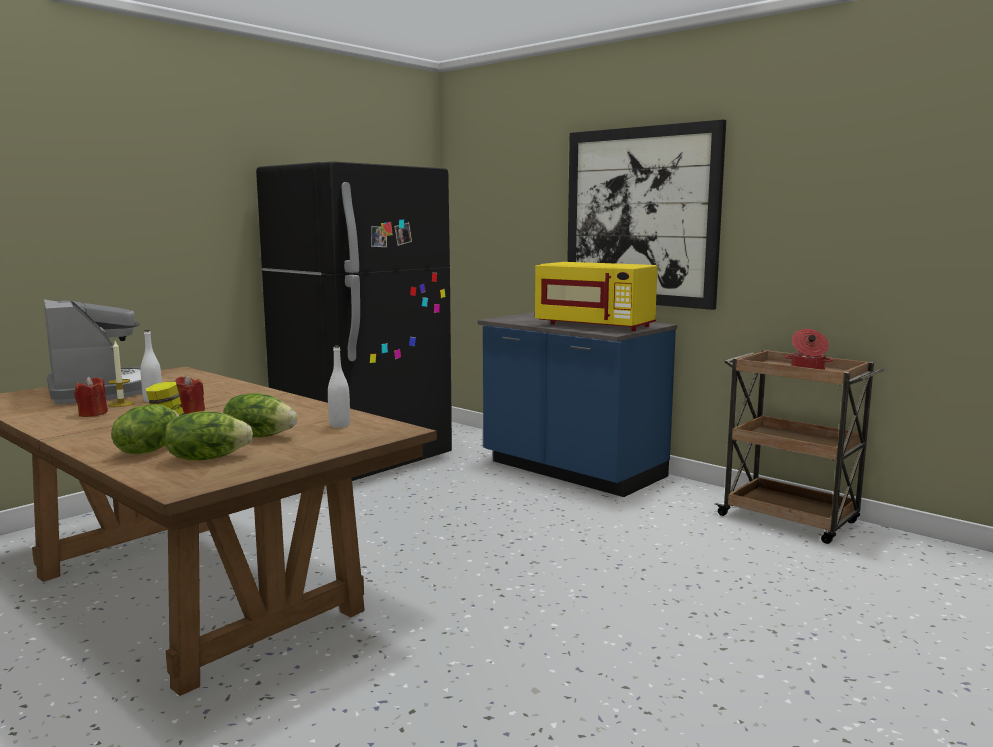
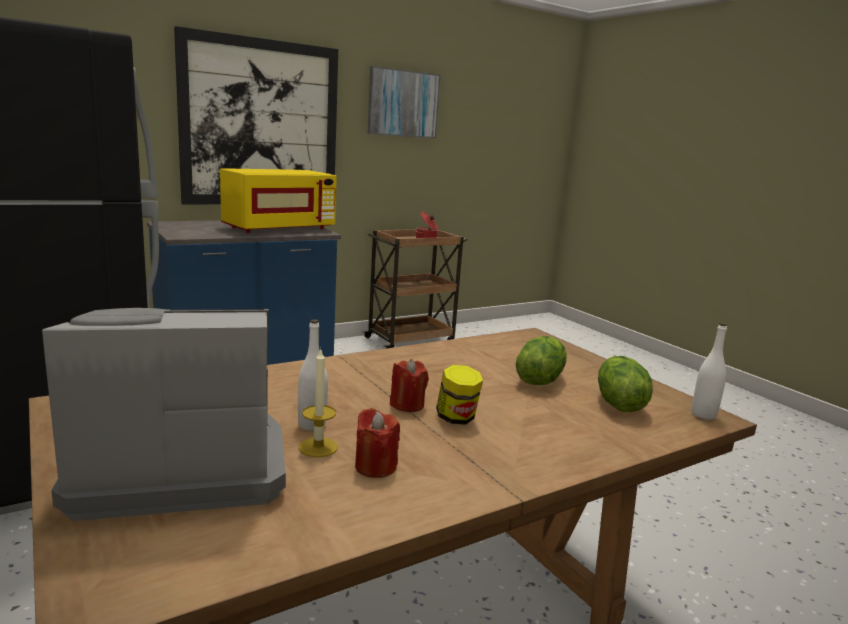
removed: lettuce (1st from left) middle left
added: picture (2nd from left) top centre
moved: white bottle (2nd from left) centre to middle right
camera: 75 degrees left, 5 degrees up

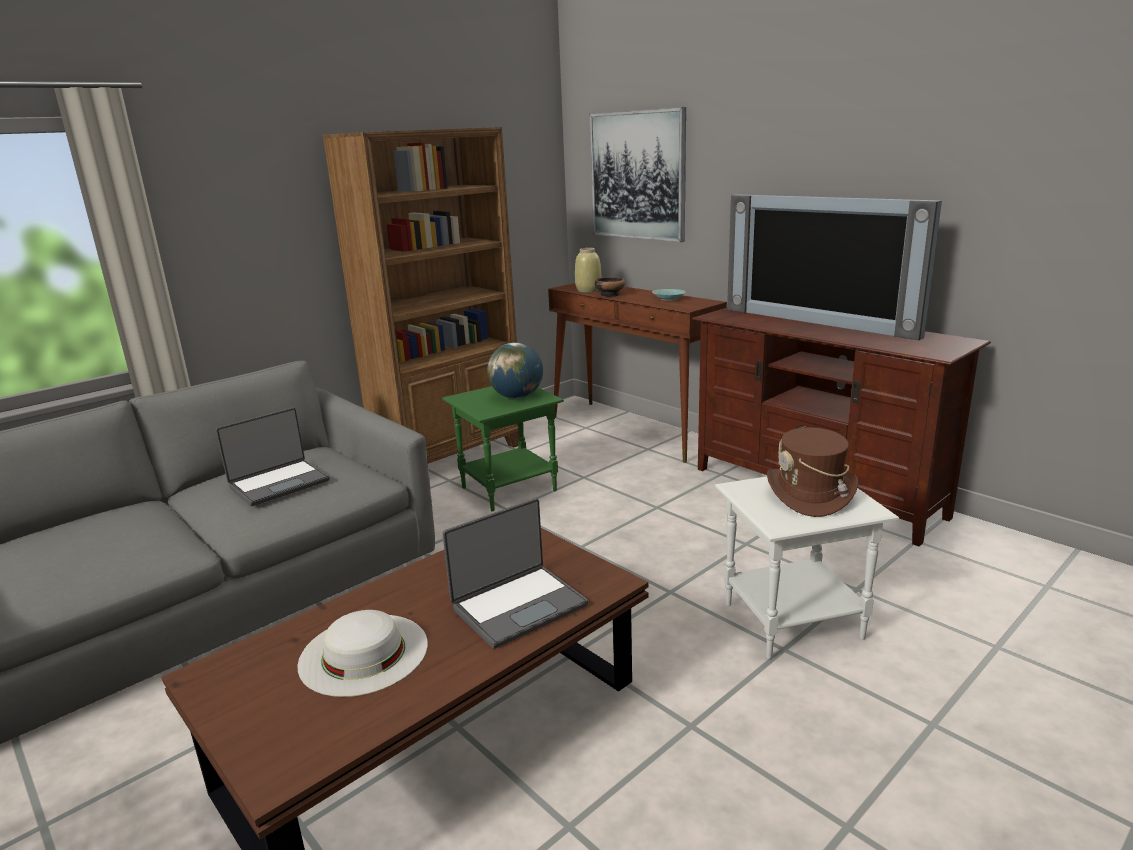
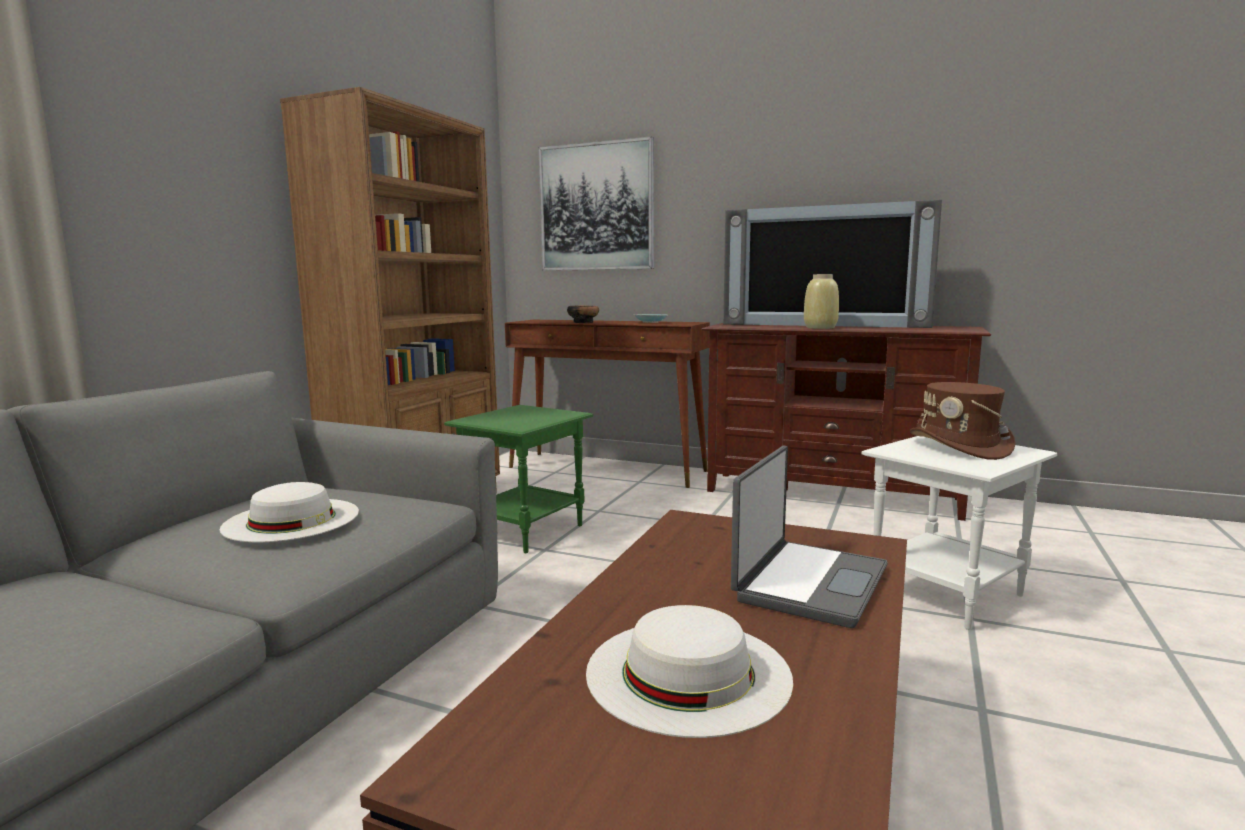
removed: globe centre
moved: beige vase top centre to centre
replaced: laptop (1st from left) middle left to white hat (1st from left) middle left
camera: 25 degrees left, 10 degrees down

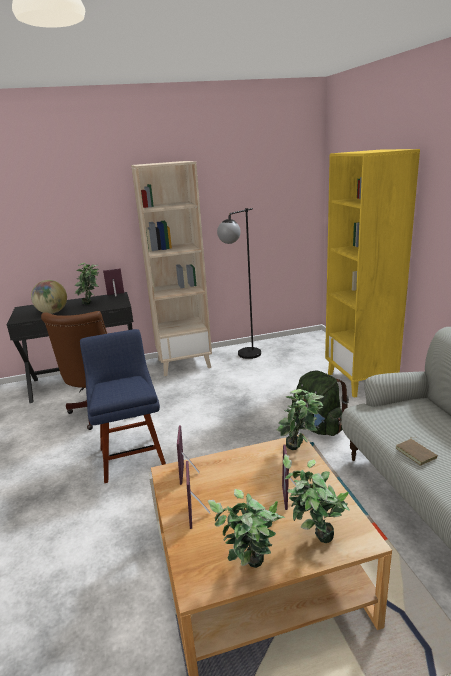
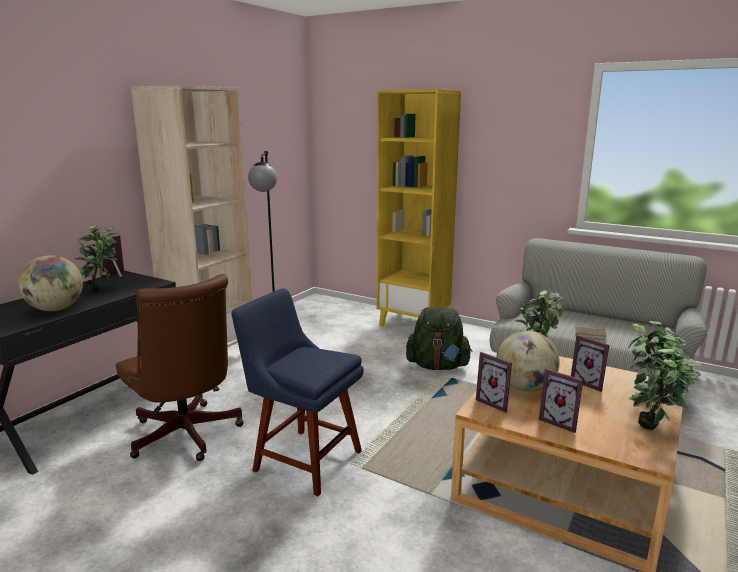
added: globe (2nd from left) middle right
camera: 45 degrees left, 5 degrees down

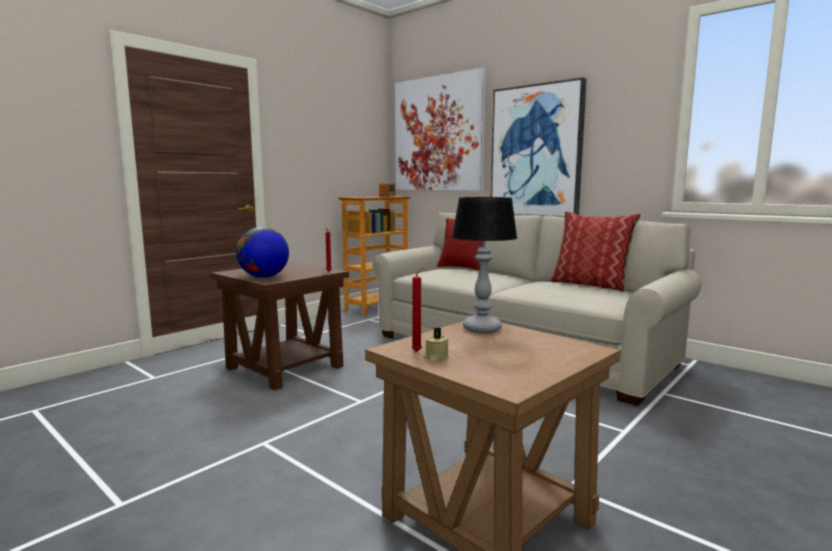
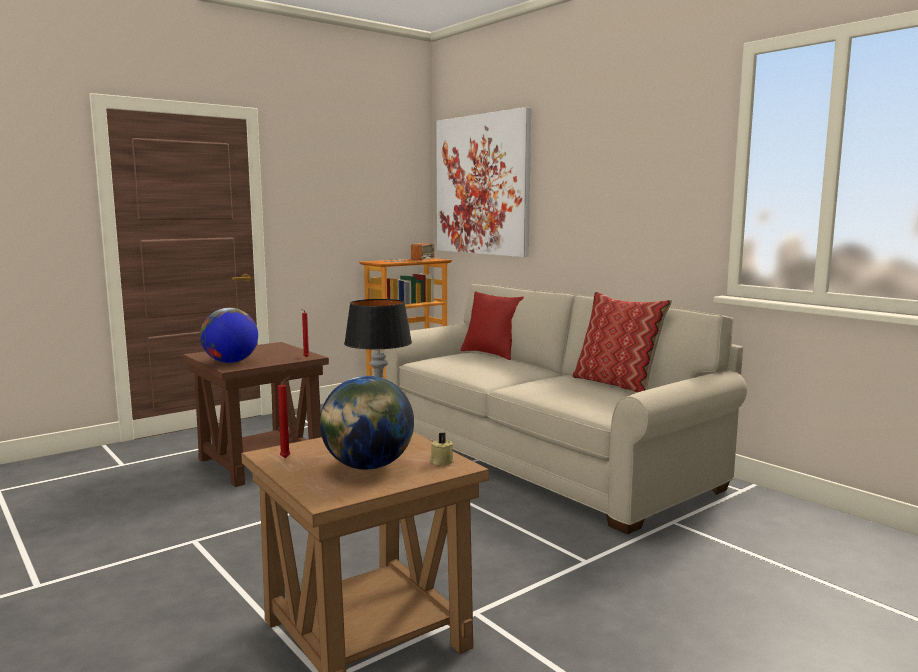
removed: picture (2nd from left) top centre
added: globe (2nd from left) centre
moved: beige candle centre to bottom centre
camera: 10 degrees right, 0 degrees up

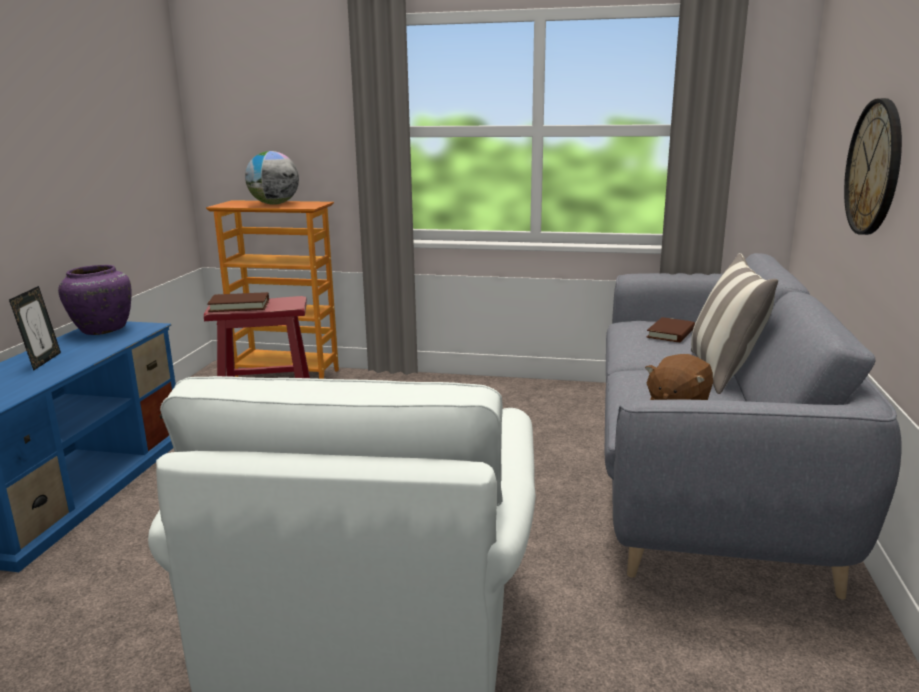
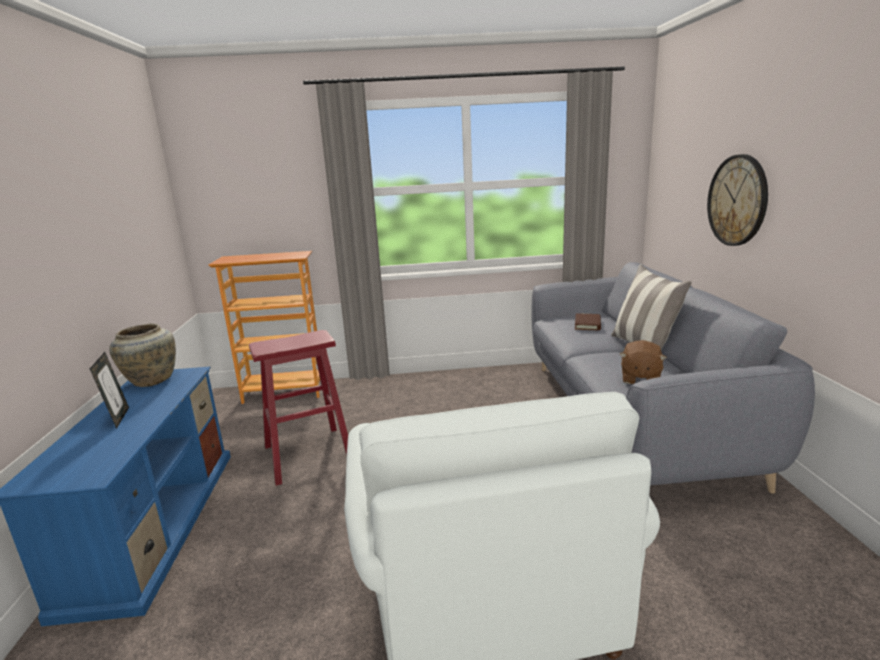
removed: brown book (1st from left) middle left; globe top left
recoloured: purple vase middle left to beige vase middle left
camera: 15 degrees left, 0 degrees up

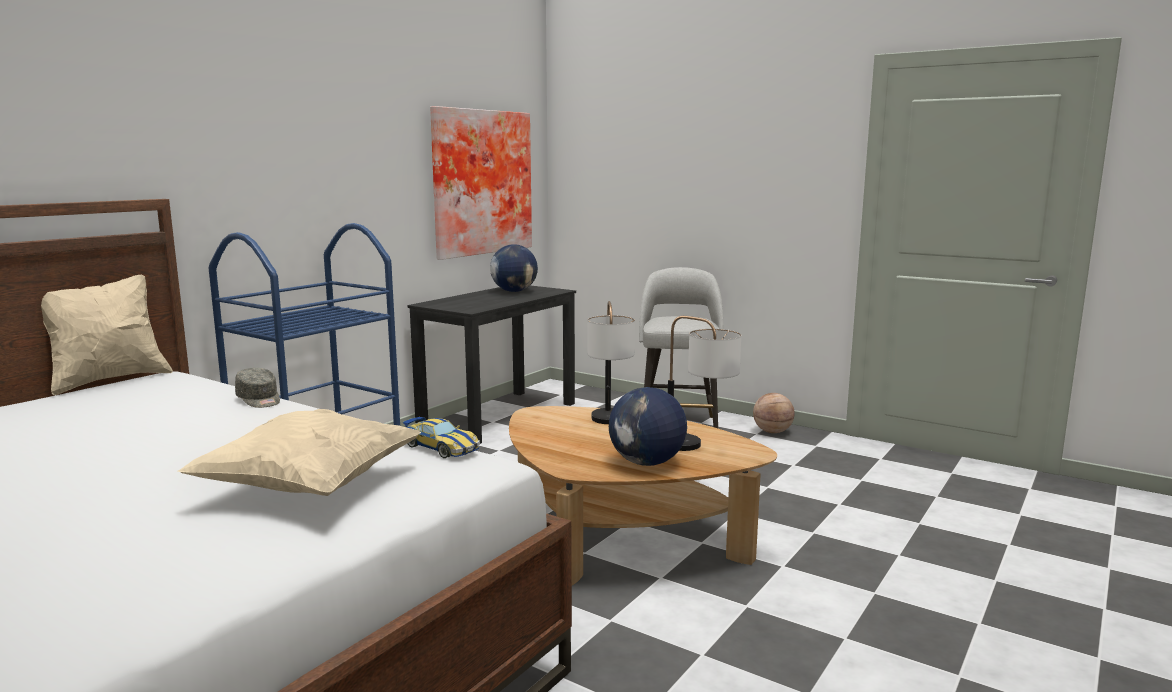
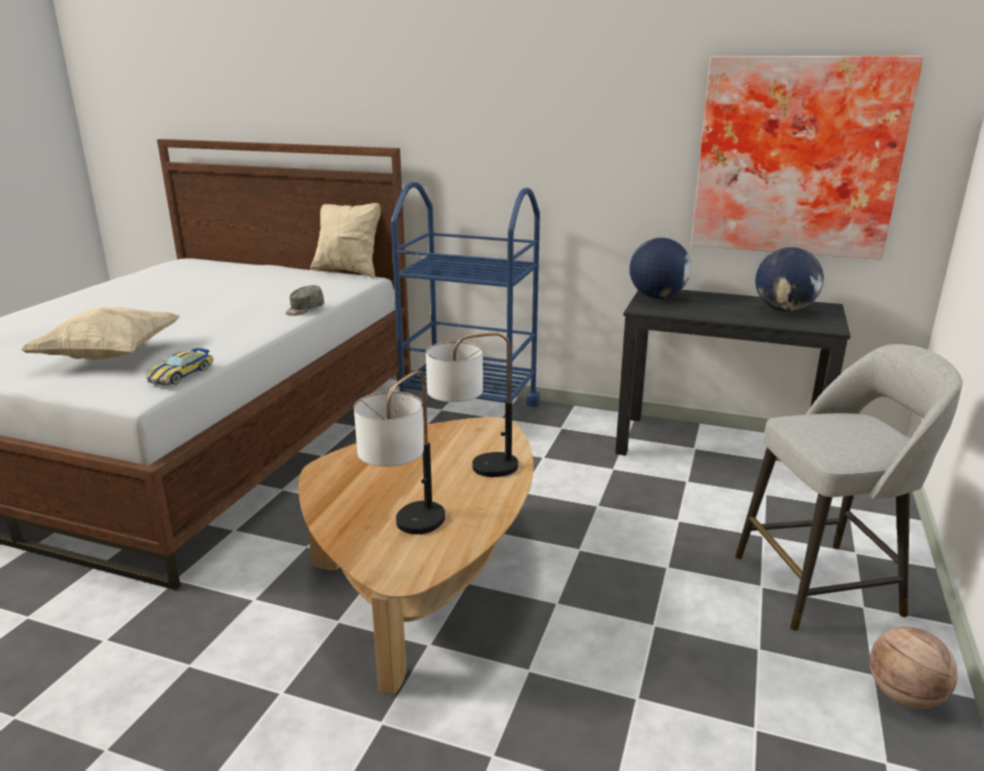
moved: globe (2nd from left in the first image) centre to globe (1st from left) middle right
camera: 75 degrees right, 10 degrees up

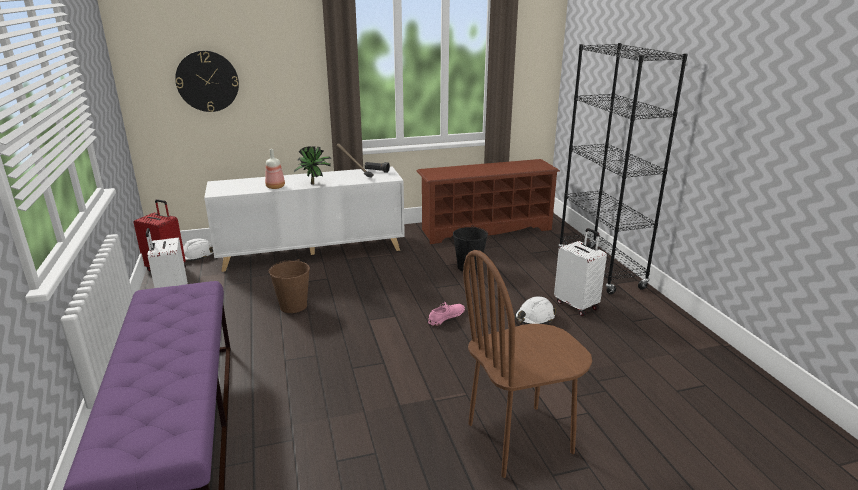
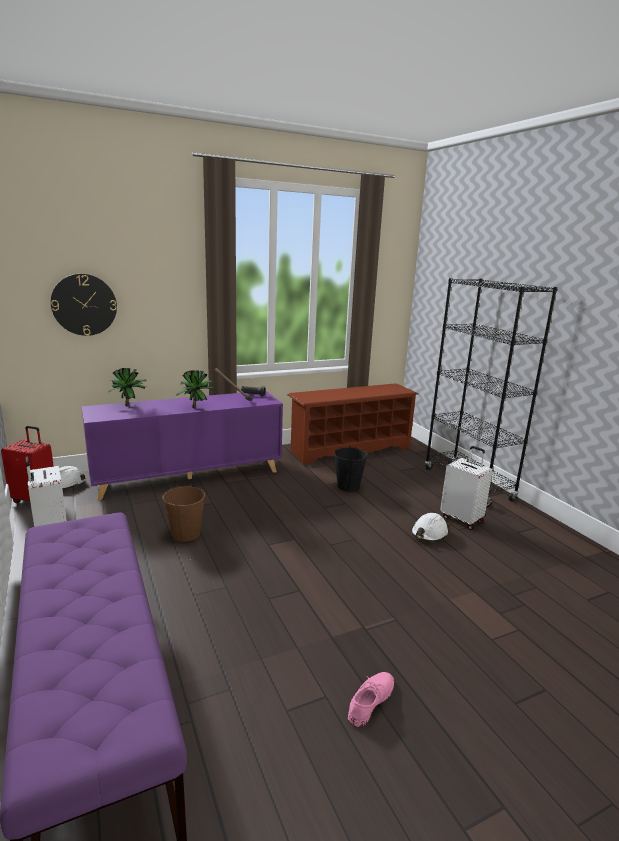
removed: bottle middle left; brown chair bottom centre
added: potted plant (1st from left) middle left
moved: pink shoe centre to bottom centre
recoloured: white cabinet centre to purple cabinet middle left
camera: 10 degrees left, 5 degrees down

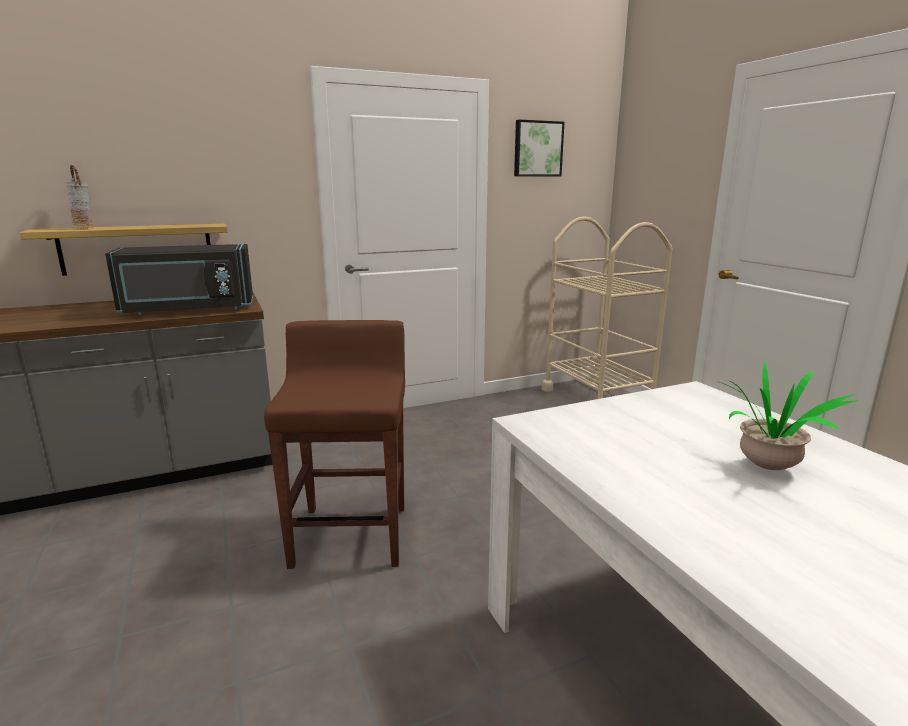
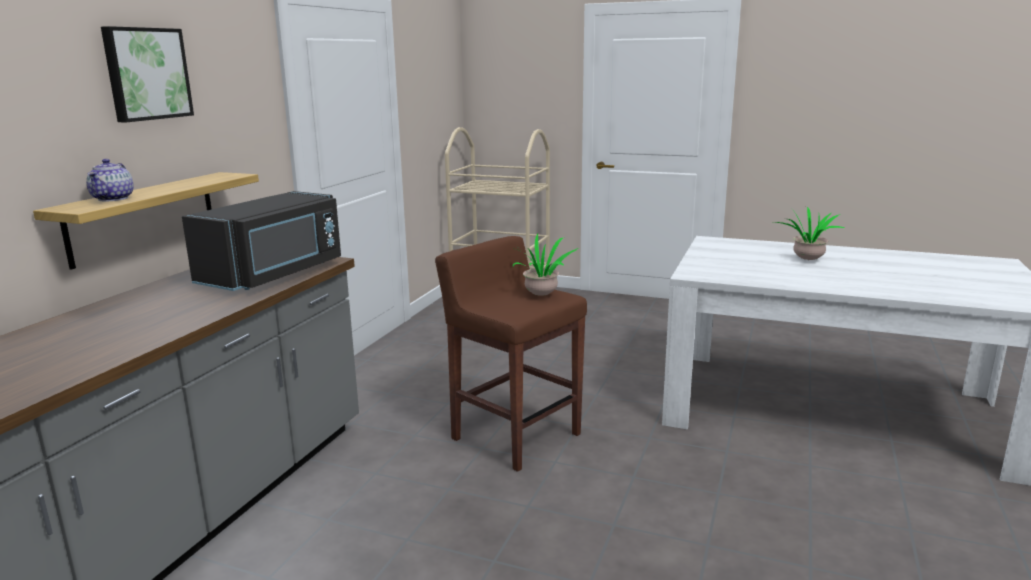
added: potted plant (1st from left) centre
moved: picture top centre to top left
replaced: vase top left to teapot top left
camera: 45 degrees left, 0 degrees up

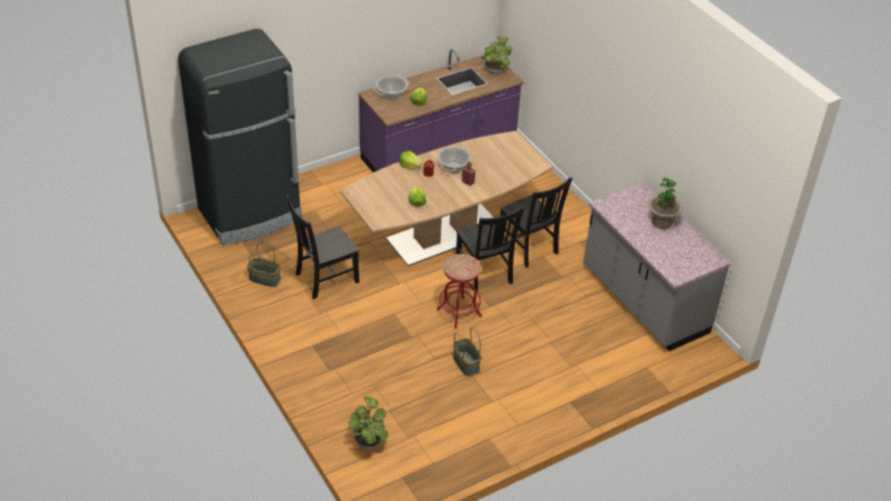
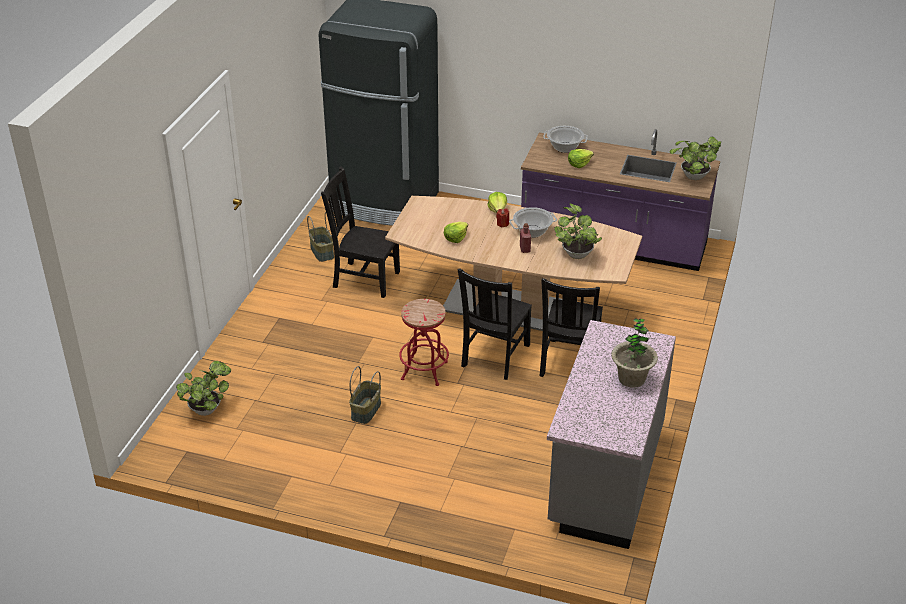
added: potted plant (2nd from left) centre
camera: 50 degrees right, 5 degrees down

